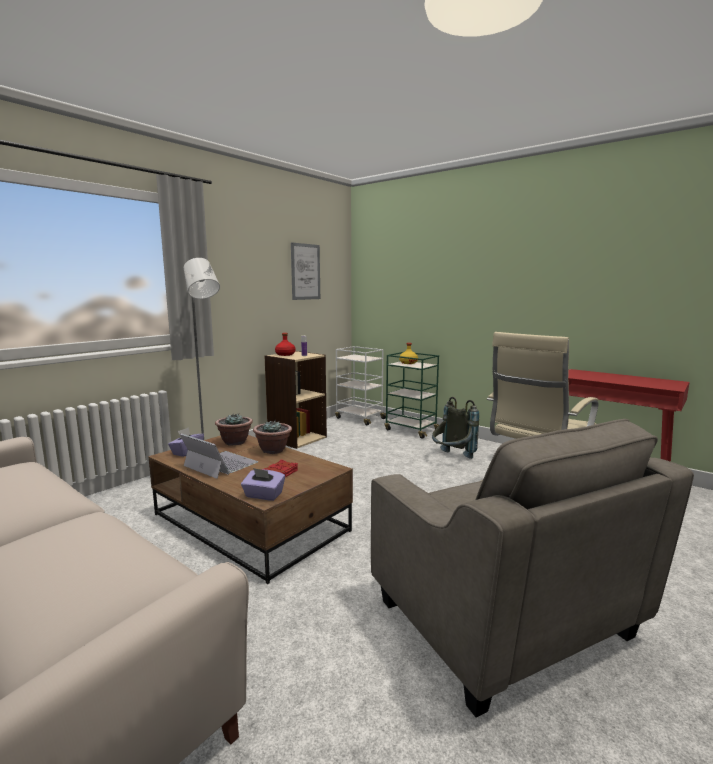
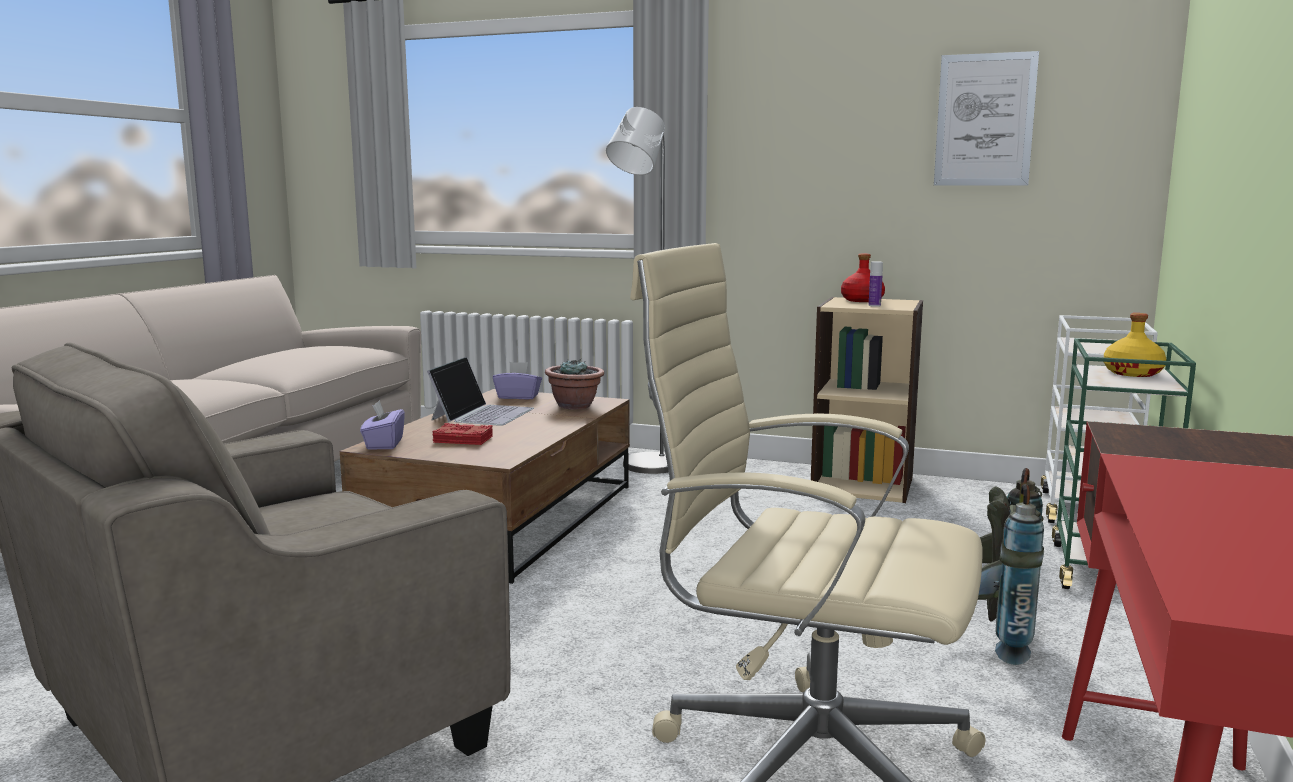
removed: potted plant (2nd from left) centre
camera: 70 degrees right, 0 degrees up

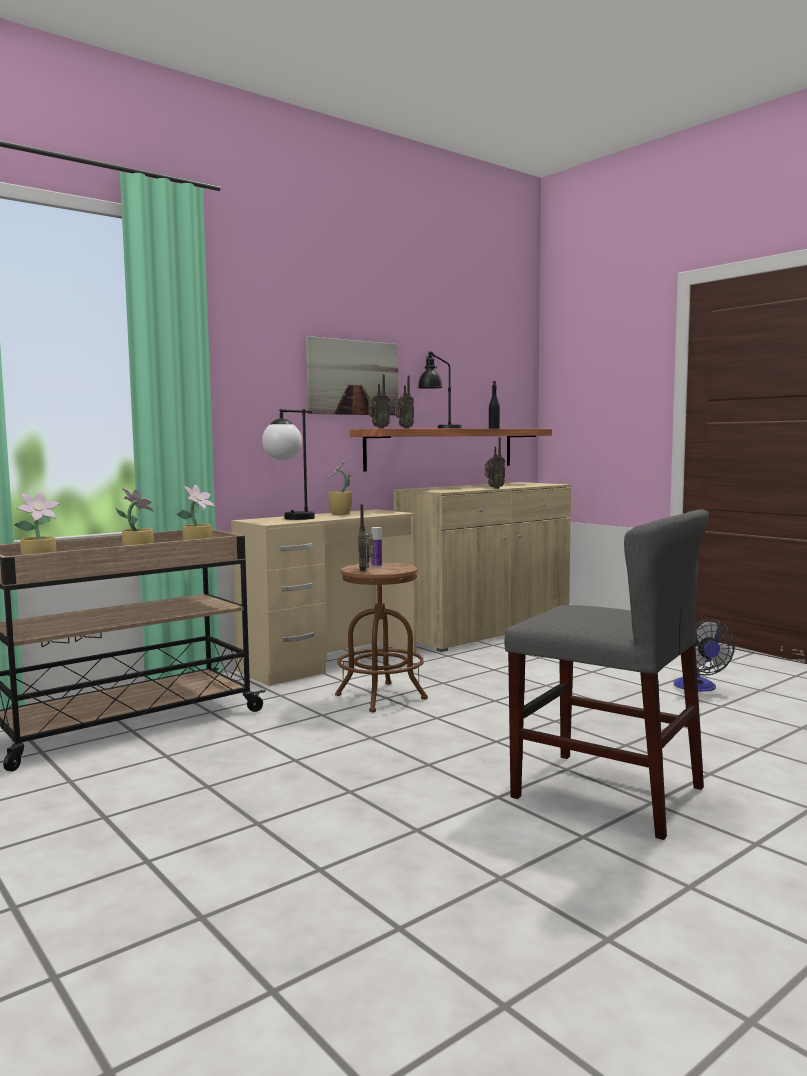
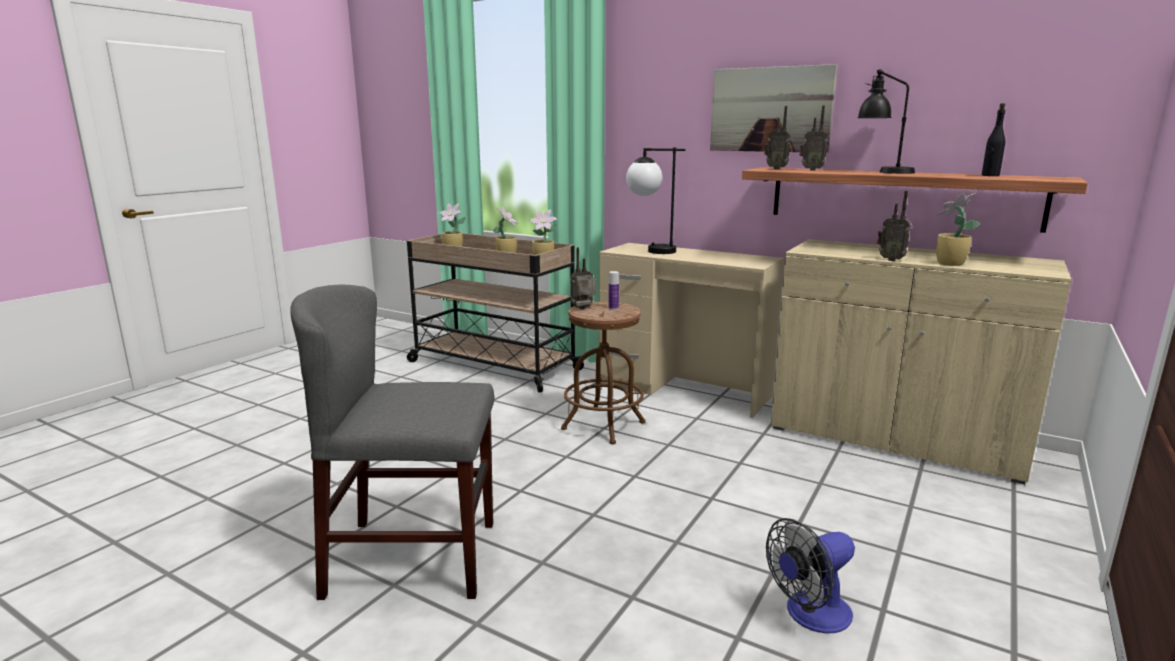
moved: potted plant (4th from left) centre to middle right
turned: grey chair middle right = bottom centre 75 degrees clockwise
camera: 70 degrees right, 10 degrees up

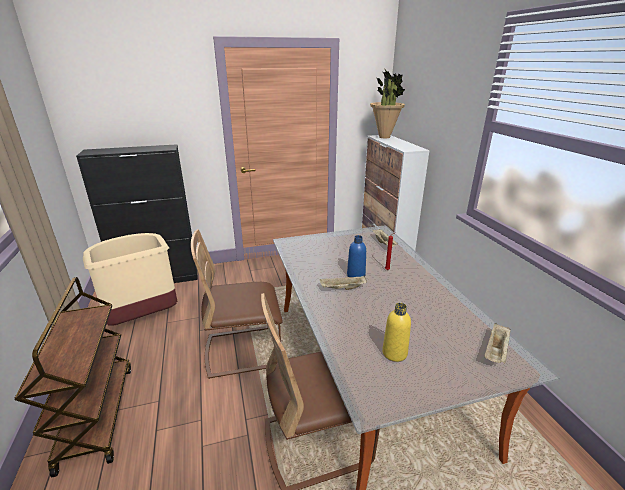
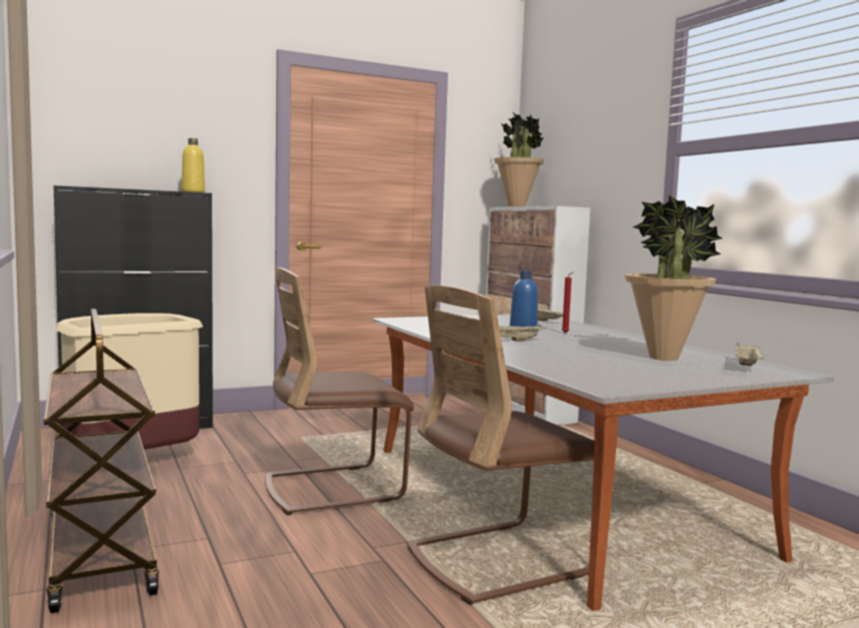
added: potted plant (2nd from left) middle right
moved: yellow bottle bottom centre to top left
camera: 10 degrees left, 20 degrees down

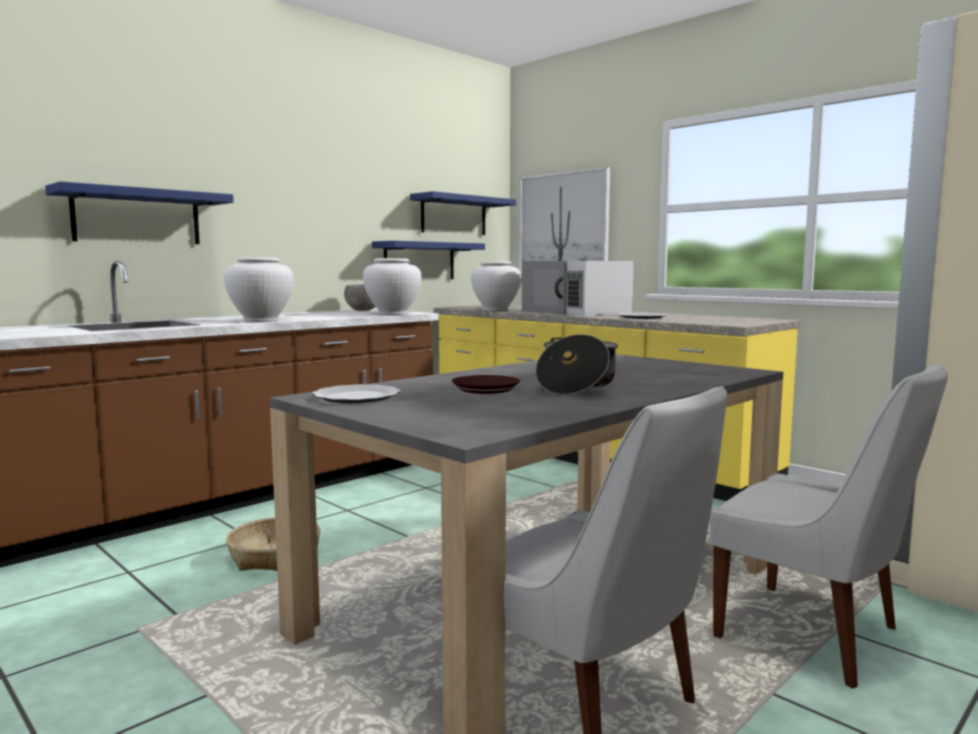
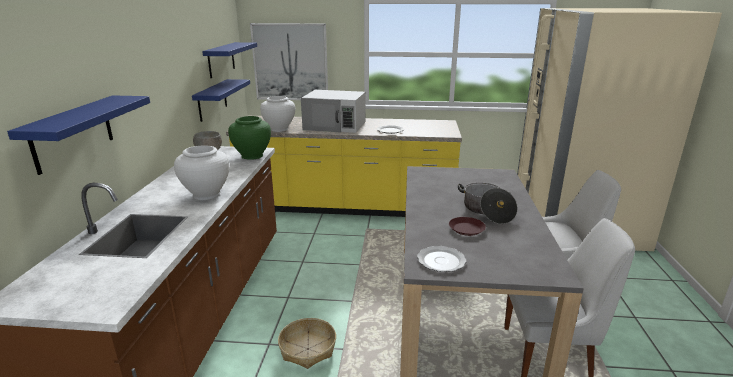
recoloured: white vase (2nd from left) centre to green vase centre
camera: 40 degrees left, 15 degrees up

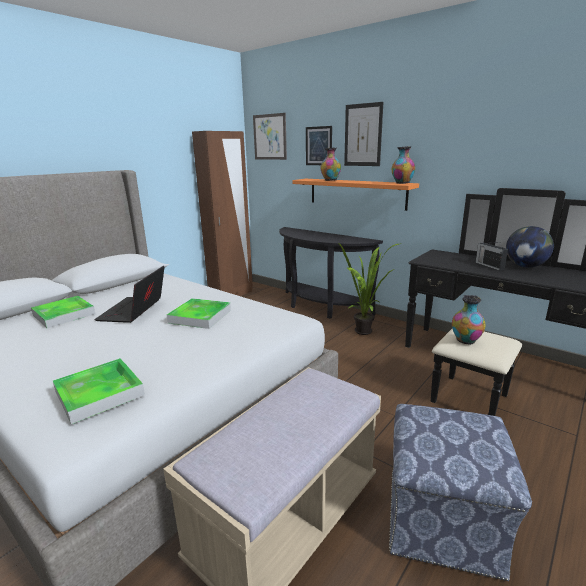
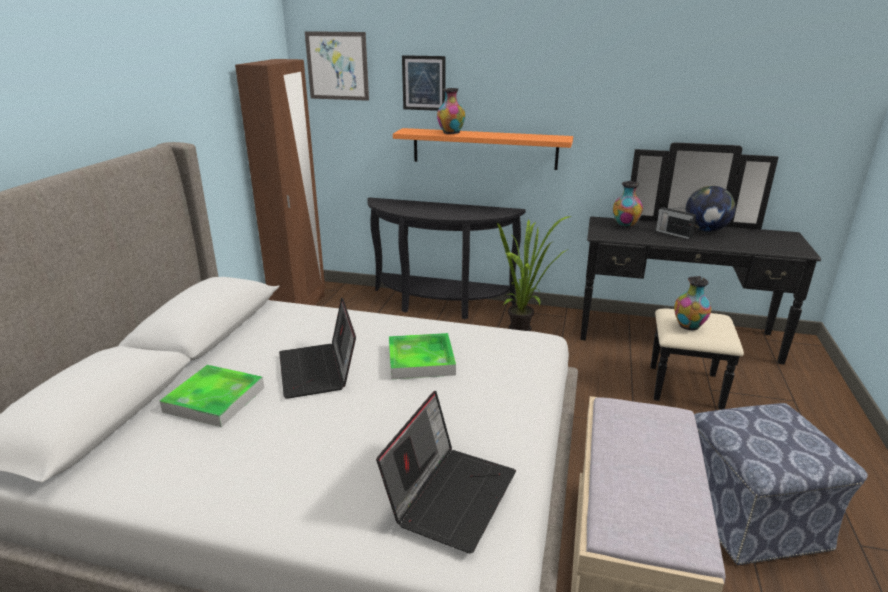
removed: picture (3rd from left) top centre
moved: vase (2nd from left) top right to middle right
replaced: tray (2nd from left) bottom left to laptop (2nd from left) bottom centre
camera: 25 degrees left, 5 degrees up

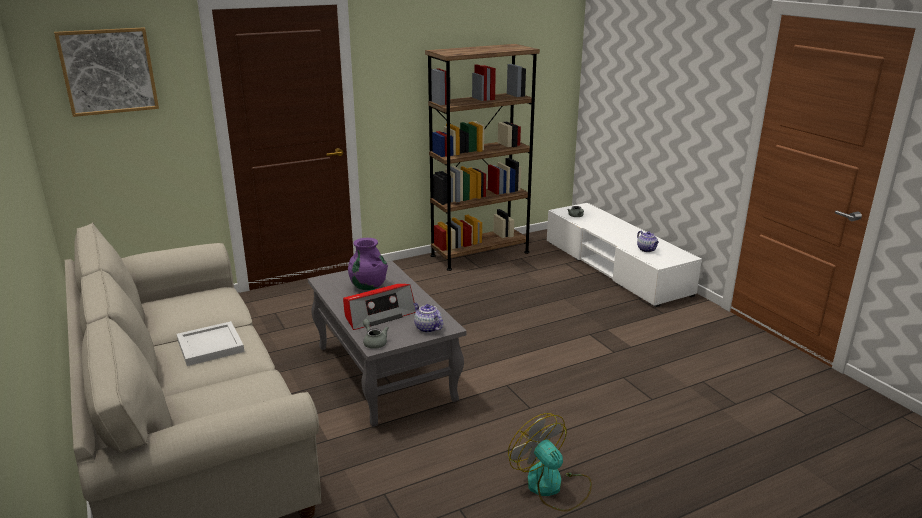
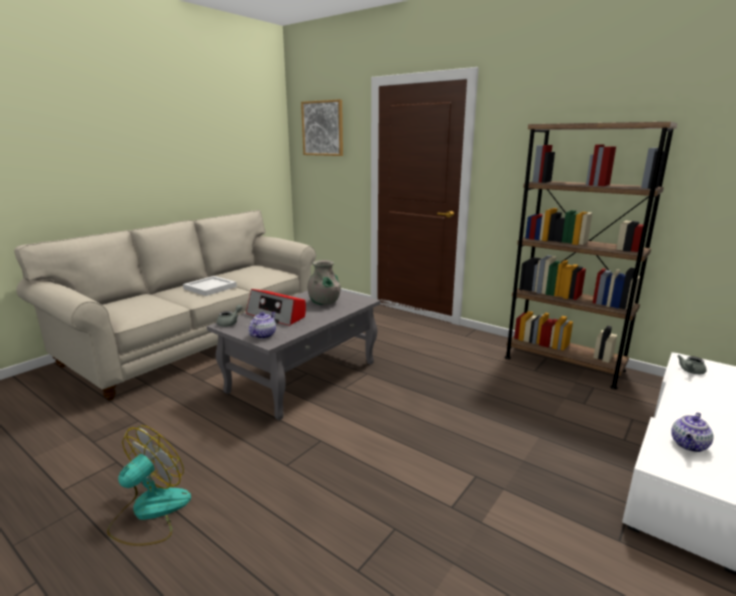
recoloured: purple vase centre to grey vase centre
camera: 65 degrees right, 5 degrees down

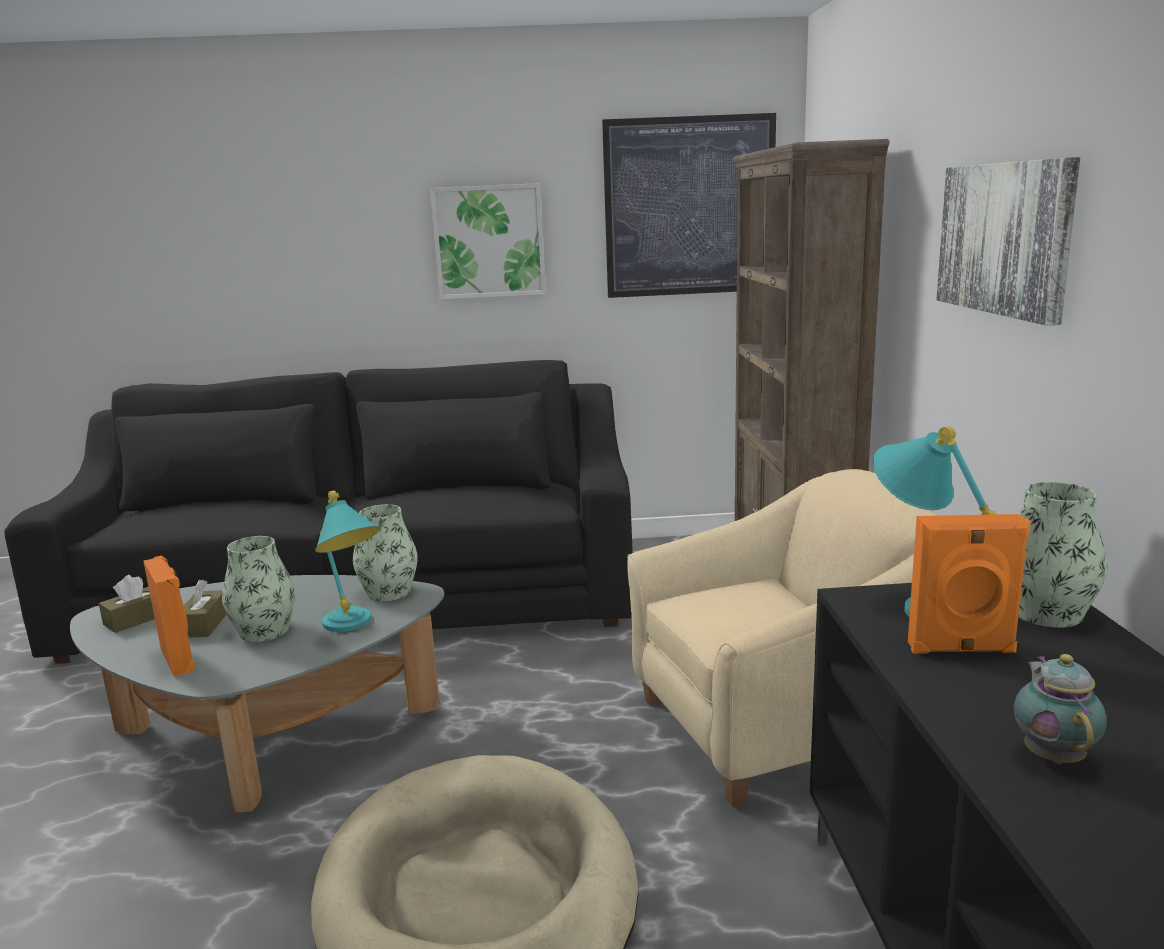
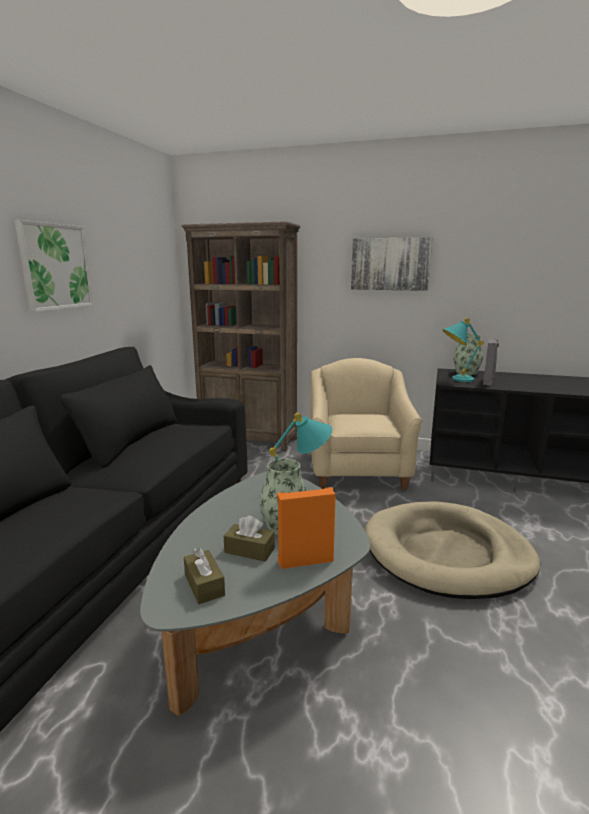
removed: vase (2nd from left) middle left; picture (2nd from left) top centre; teapot bottom right
recoloured: orange speaker (2nd from left) middle right to grey speaker middle right
camera: 70 degrees left, 0 degrees up

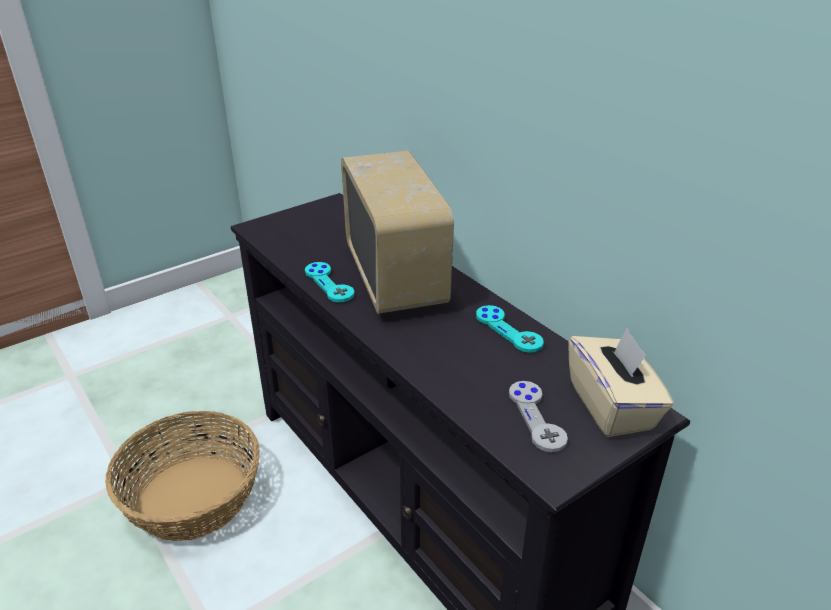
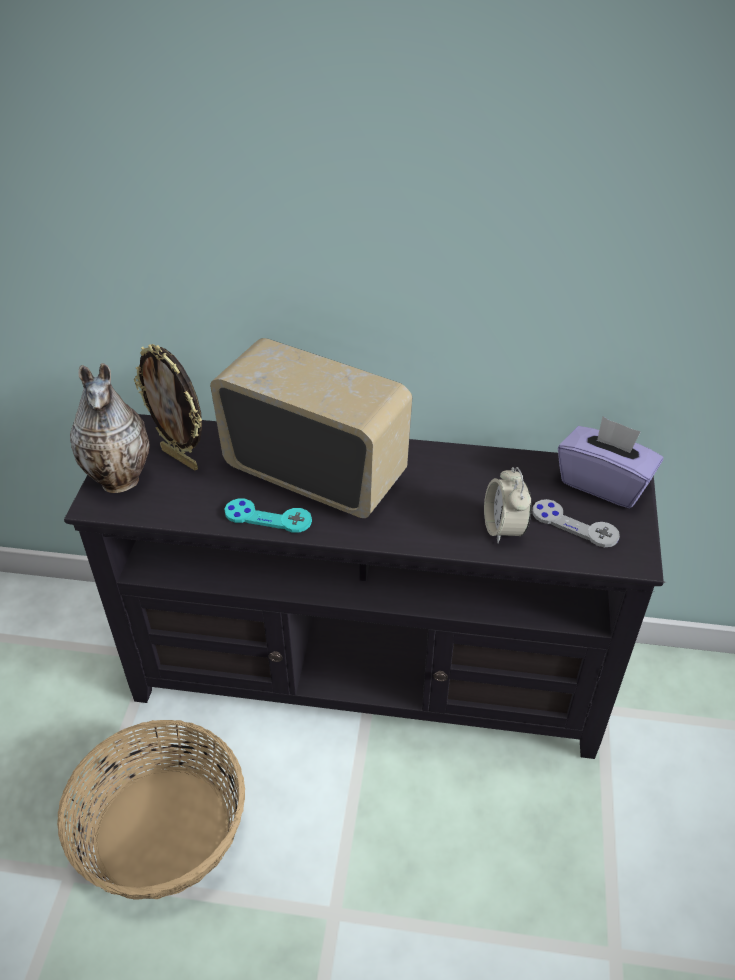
removed: turquoise game controller (2nd from left) centre
added: vase middle left; picture frame middle left; alarm clock middle right
recoloured: beige tissue box middle right to purple tissue box middle right
camera: 45 degrees left, 10 degrees up

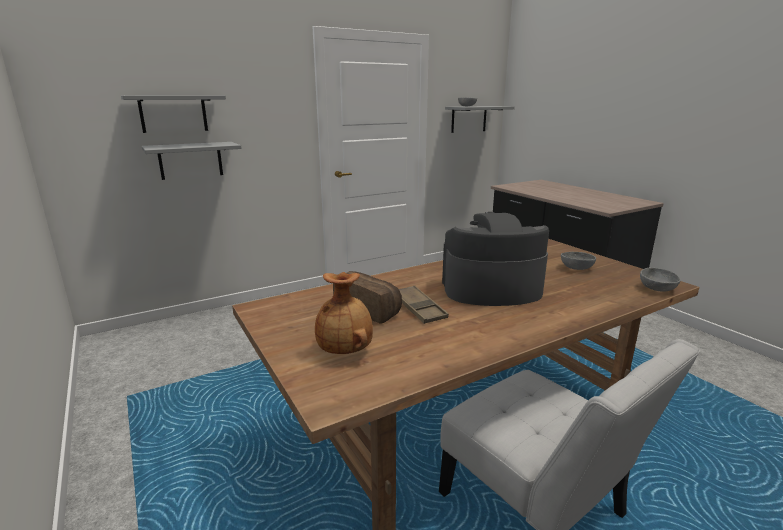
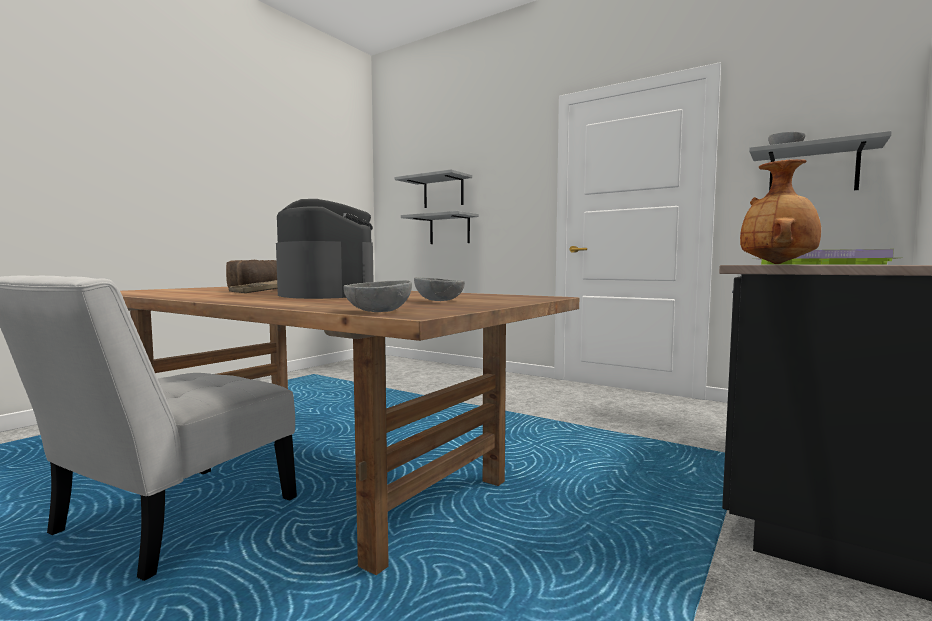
added: purple tray middle right
moved: brown vase centre to middle right
camera: 65 degrees right, 15 degrees down

